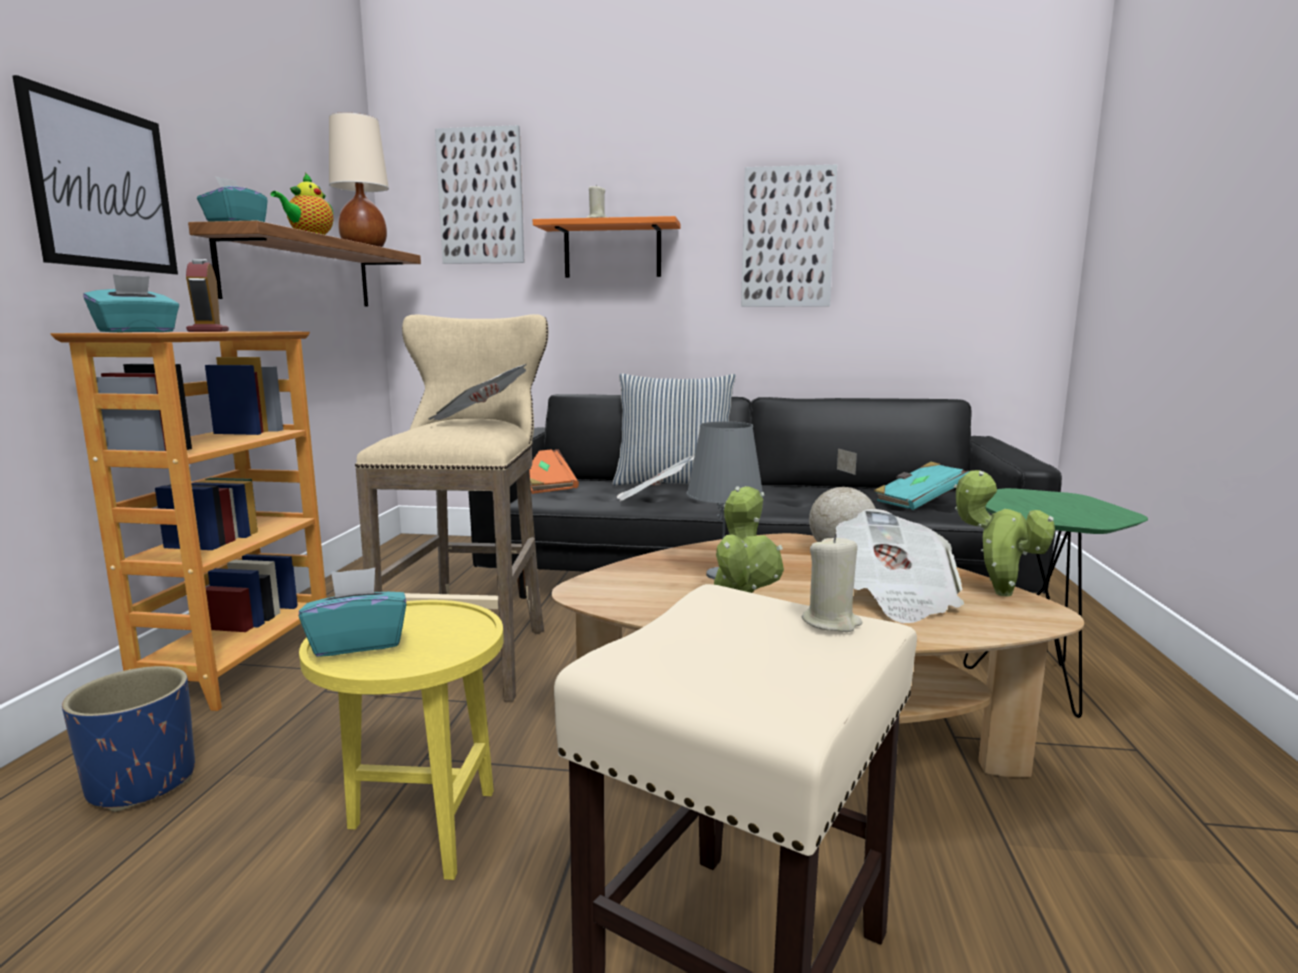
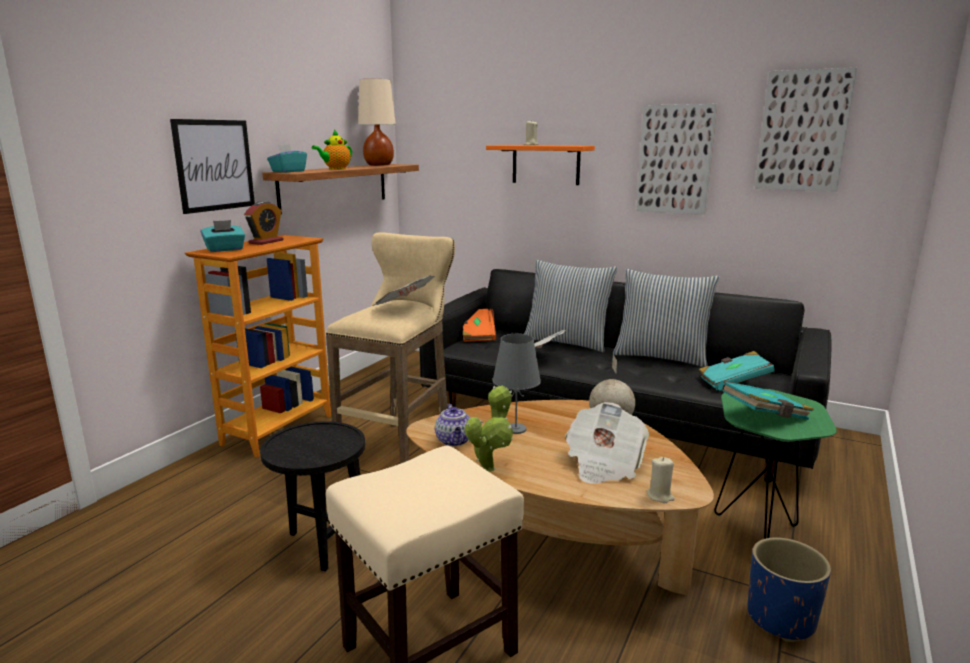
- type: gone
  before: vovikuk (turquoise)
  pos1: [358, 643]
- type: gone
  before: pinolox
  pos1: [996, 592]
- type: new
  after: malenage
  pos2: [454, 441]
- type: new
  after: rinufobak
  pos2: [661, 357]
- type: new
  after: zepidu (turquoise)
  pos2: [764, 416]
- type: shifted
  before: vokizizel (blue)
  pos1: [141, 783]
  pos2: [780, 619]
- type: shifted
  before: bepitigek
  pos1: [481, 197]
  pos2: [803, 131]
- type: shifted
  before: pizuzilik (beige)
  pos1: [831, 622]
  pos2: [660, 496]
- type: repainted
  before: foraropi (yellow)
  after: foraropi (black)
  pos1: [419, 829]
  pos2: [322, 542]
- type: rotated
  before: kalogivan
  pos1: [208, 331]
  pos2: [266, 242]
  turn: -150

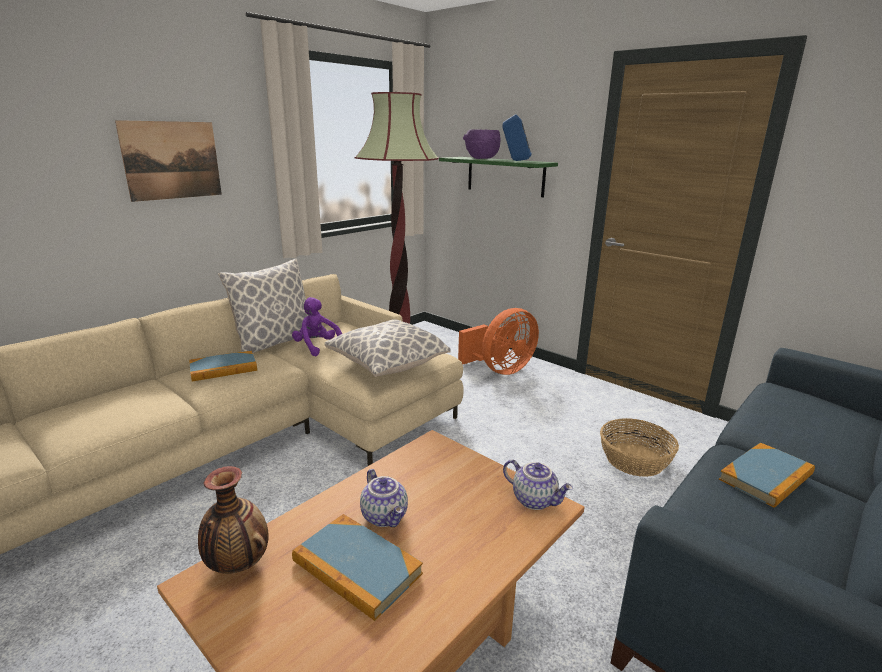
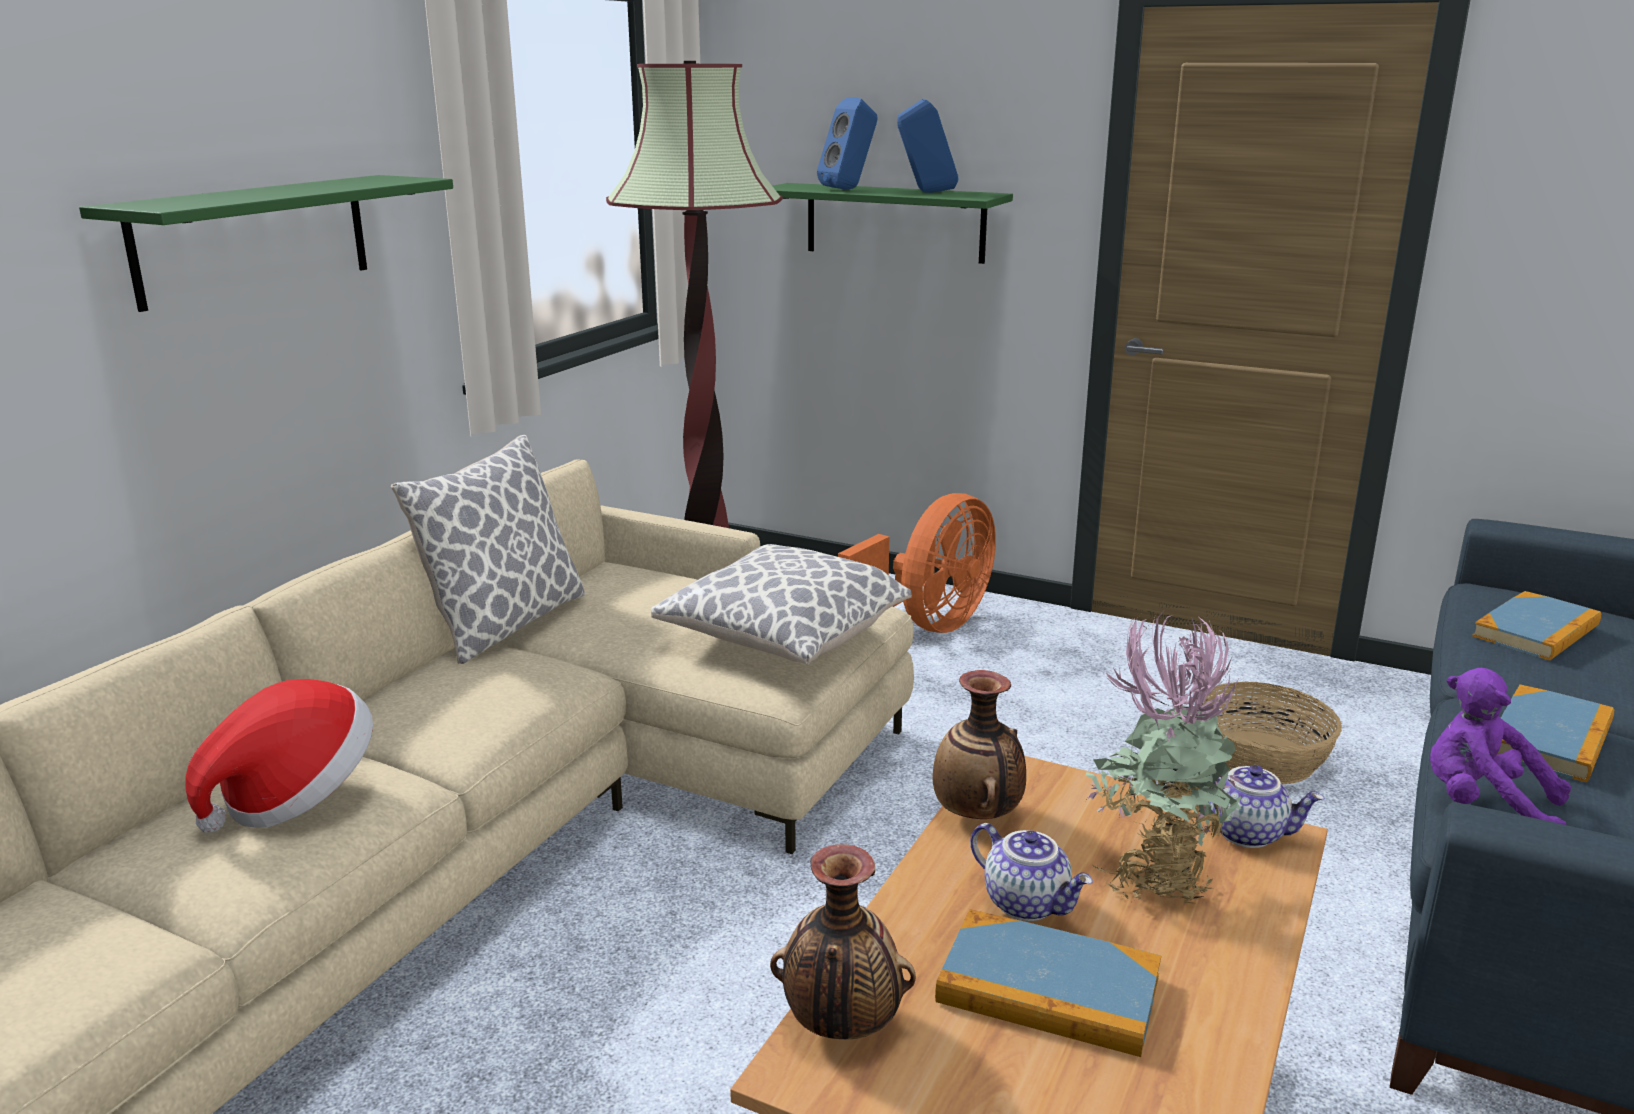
- type: new
  after: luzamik
  pos2: [296, 796]
- type: new
  after: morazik
  pos2: [978, 815]
- type: new
  after: pinolox
  pos2: [1154, 875]
- type: shifted
  before: zepidu
  pos1: [223, 368]
  pos2: [1536, 631]
- type: shifted
  before: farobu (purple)
  pos1: [317, 347]
  pos2: [1483, 807]
- type: swapped
  before: bepitigek
  after: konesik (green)
  pos1: [172, 160]
  pos2: [254, 239]
- type: swapped
  before: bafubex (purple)
  after: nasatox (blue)
  pos1: [482, 158]
  pos2: [849, 189]

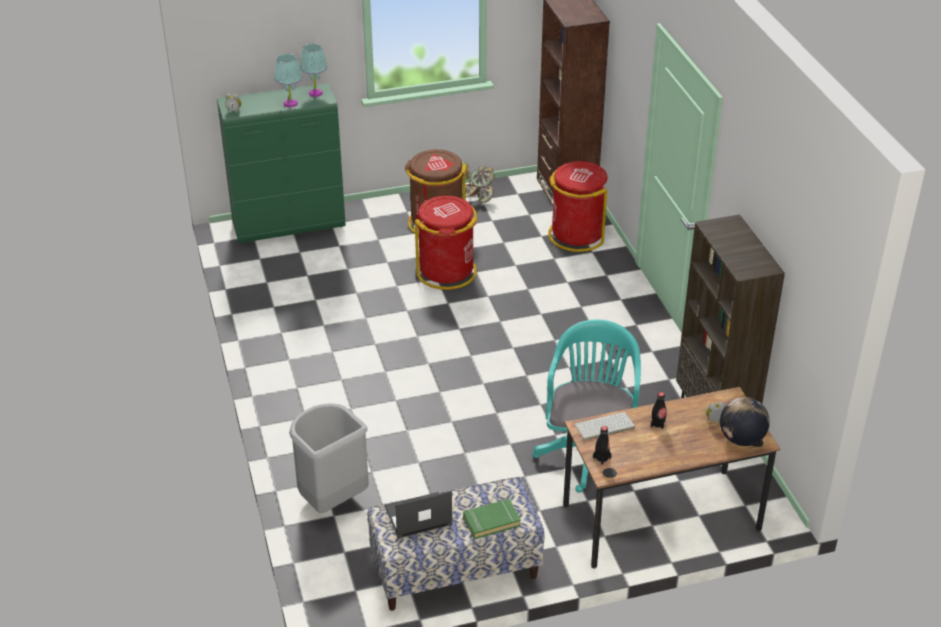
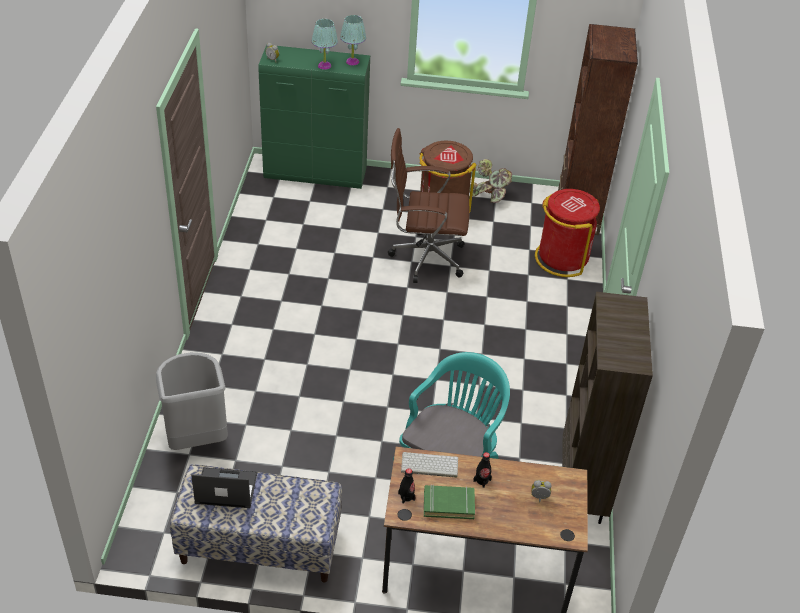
- type: gone
  before: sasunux
  pos1: [741, 439]
- type: shifted
  before: zepidu (green)
  pos1: [491, 521]
  pos2: [448, 504]
- type: swapped
  before: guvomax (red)
  after: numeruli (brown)
  pos1: [447, 272]
  pos2: [424, 258]

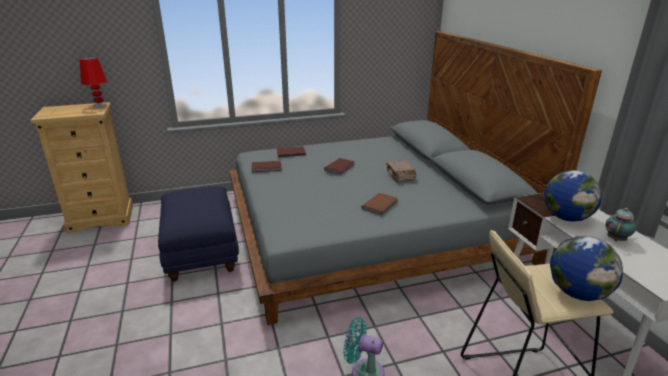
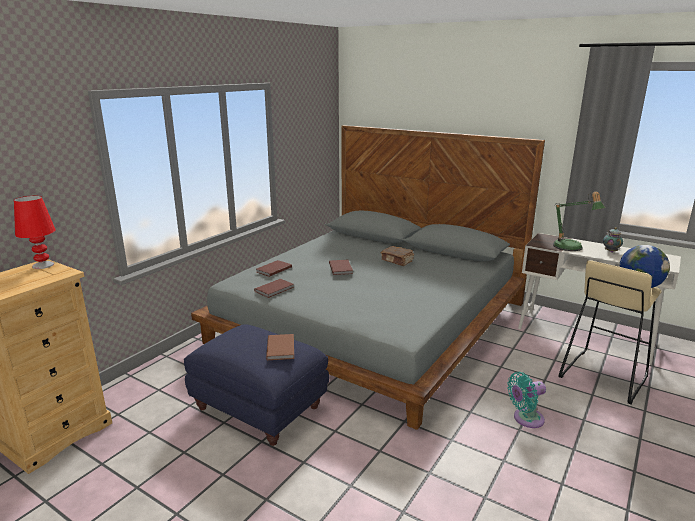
- type: shifted
  before: zepidu (brown)
  pos1: [380, 205]
  pos2: [281, 348]
- type: swapped
  before: sasunux
  after: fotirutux
  pos1: [566, 218]
  pos2: [571, 248]

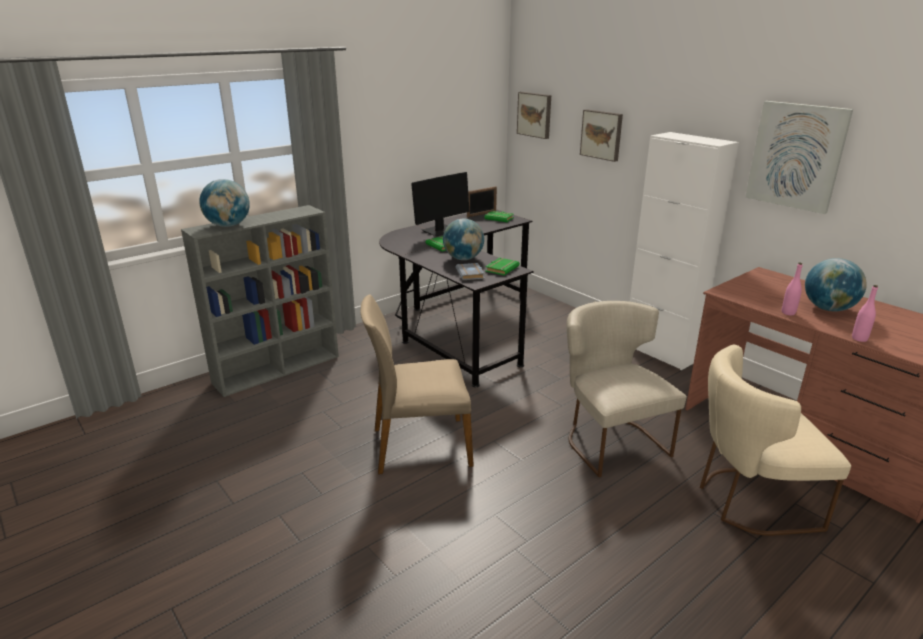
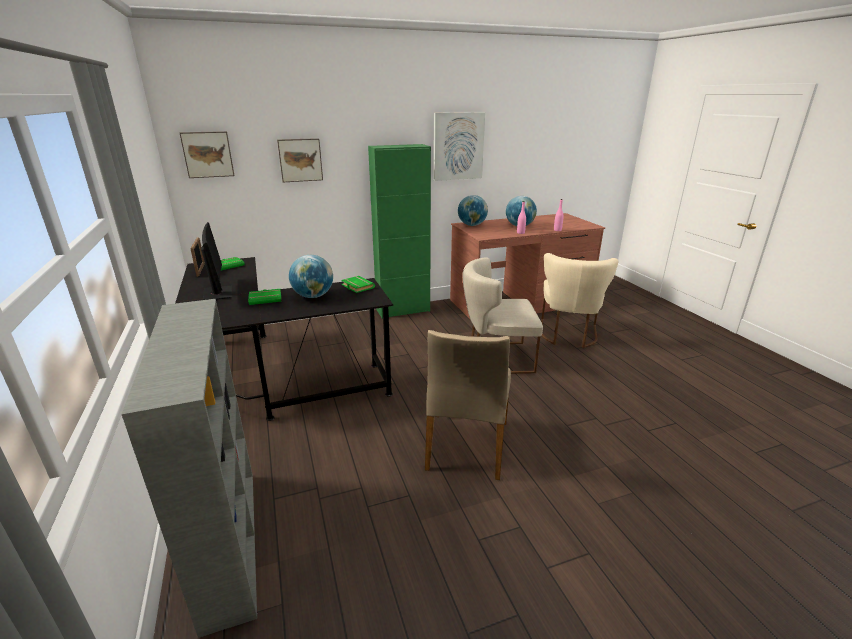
- type: gone
  before: zepidu (grey)
  pos1: [471, 274]
- type: shifted
  before: sasunux
  pos1: [228, 226]
  pos2: [472, 225]
- type: repainted
  before: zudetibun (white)
  after: zudetibun (green)
  pos1: [660, 352]
  pos2: [403, 310]

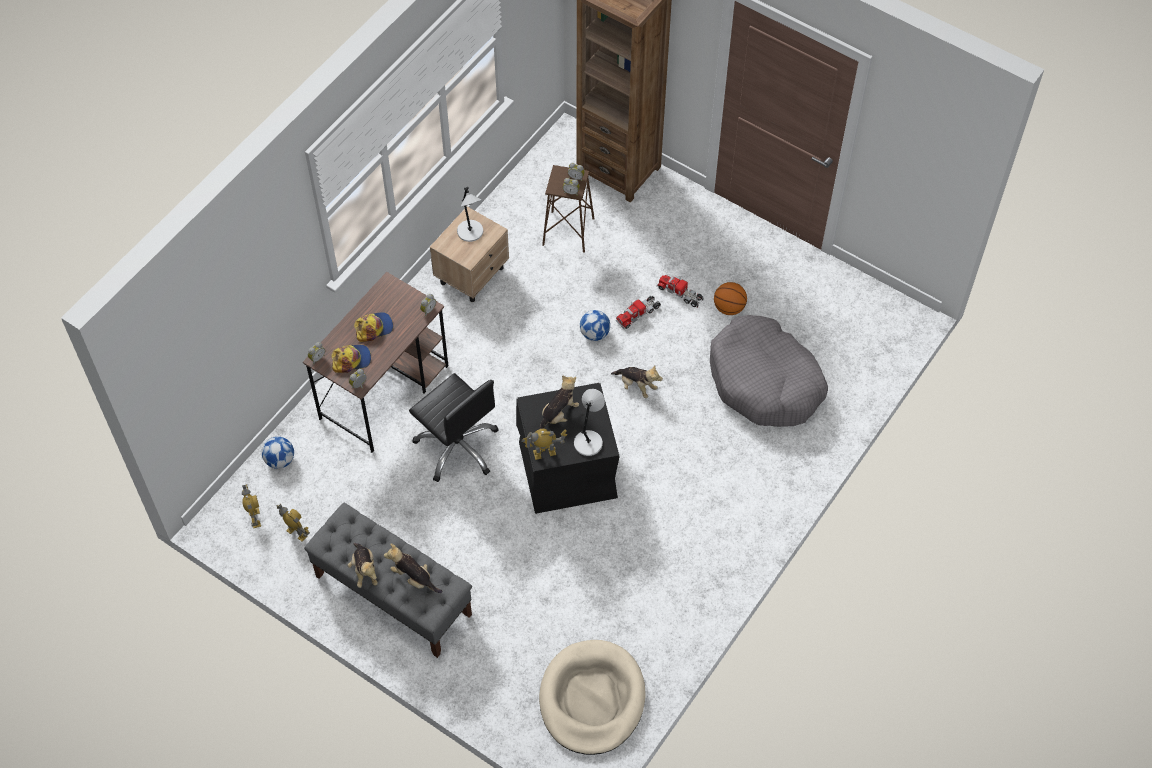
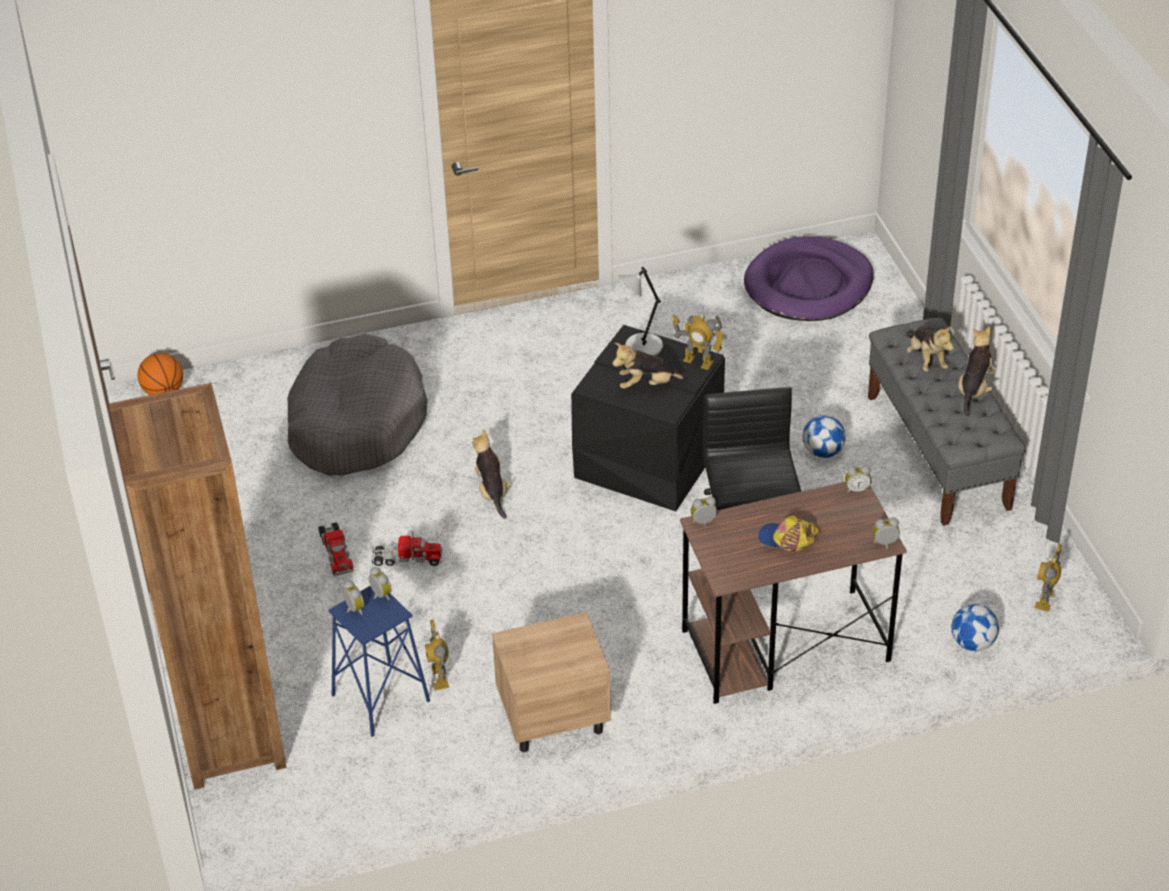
- type: gone
  before: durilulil
  pos1: [351, 360]
- type: gone
  before: fotirutux (grey)
  pos1: [471, 232]
- type: shifted
  before: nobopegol
  pos1: [297, 533]
  pos2: [439, 678]
- type: shifted
  before: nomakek
  pos1: [594, 334]
  pos2: [823, 452]
- type: shifted
  before: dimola
  pos1: [729, 308]
  pos2: [163, 392]
- type: repainted
  before: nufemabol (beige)
  after: nufemabol (purple)
  pos1: [592, 699]
  pos2: [808, 285]
- type: repainted
  before: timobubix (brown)
  after: timobubix (blue)
  pos1: [568, 232]
  pos2: [380, 698]

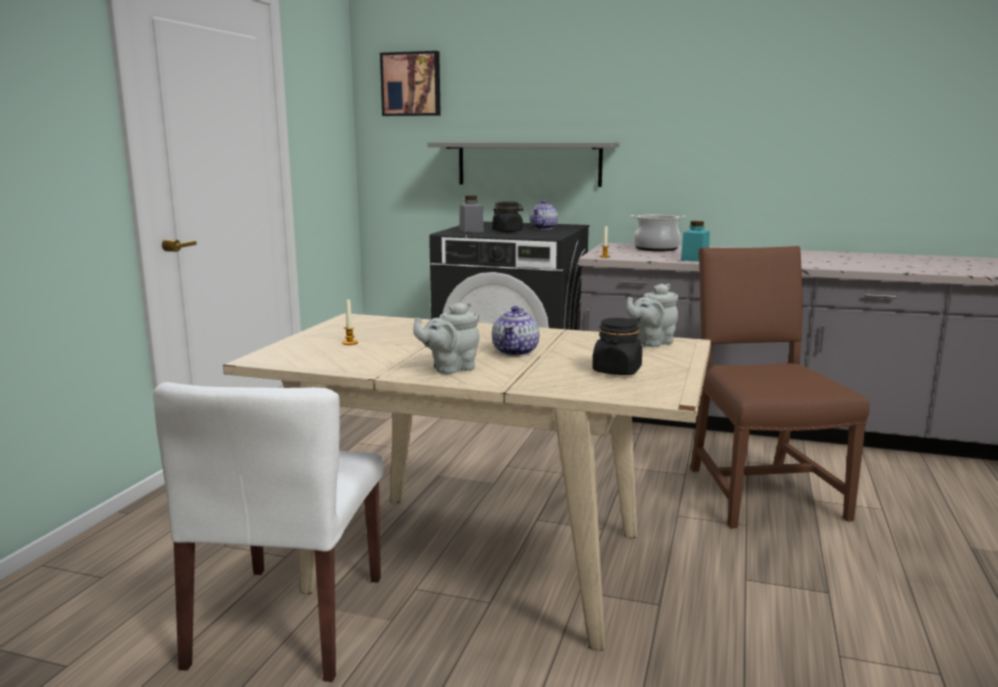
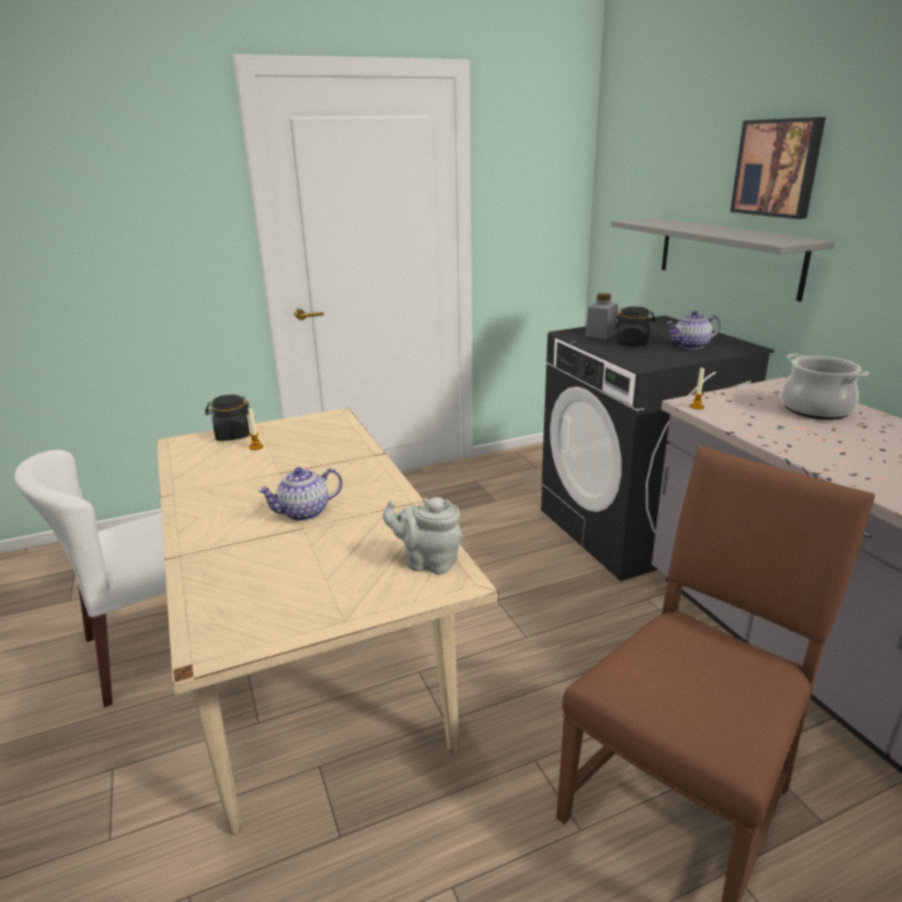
- type: gone
  before: malenage (grey)
  pos1: [450, 369]
- type: gone
  before: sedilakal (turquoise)
  pos1: [694, 259]
- type: shifted
  before: bepitigek
  pos1: [411, 84]
  pos2: [778, 168]
- type: shifted
  before: sedilakal (black)
  pos1: [617, 371]
  pos2: [232, 435]

